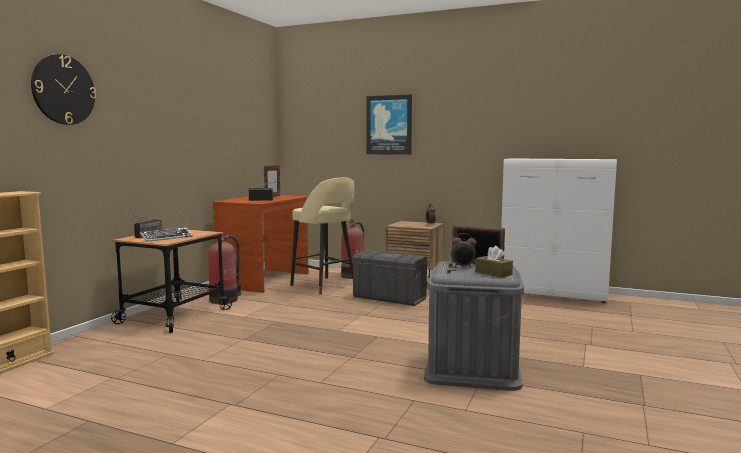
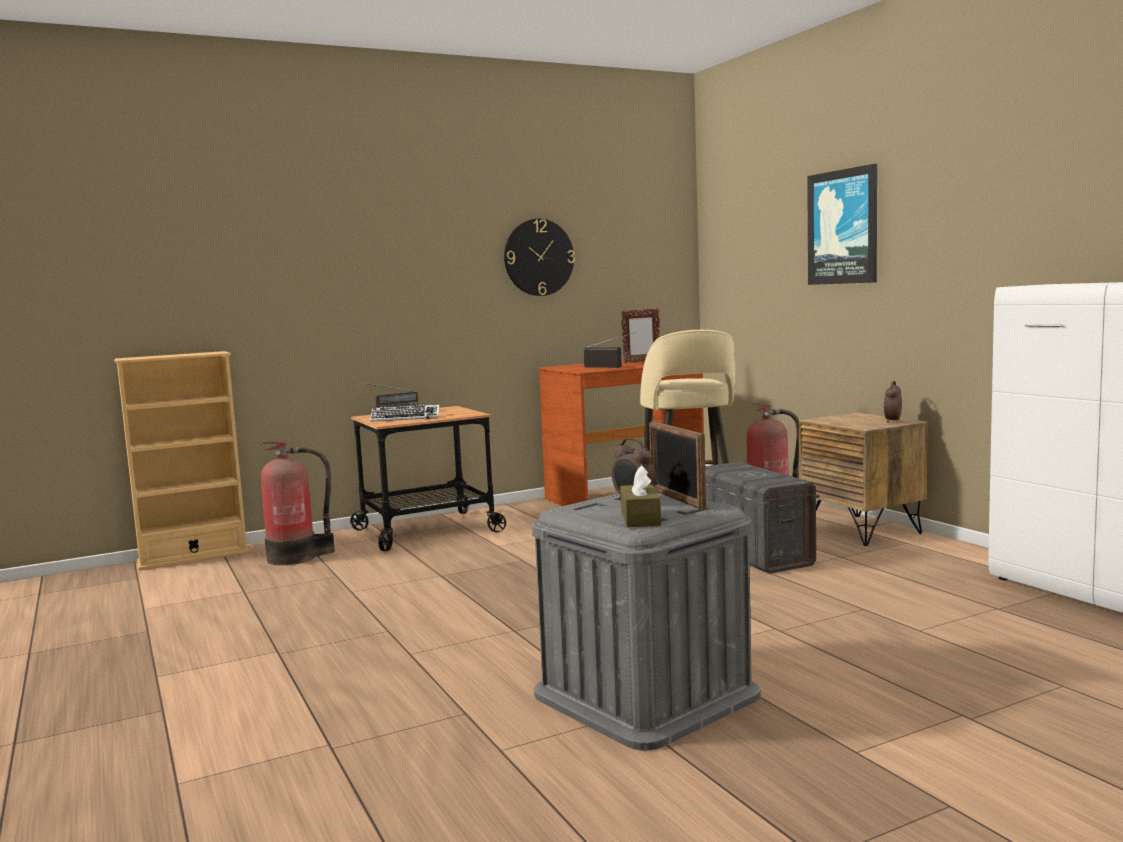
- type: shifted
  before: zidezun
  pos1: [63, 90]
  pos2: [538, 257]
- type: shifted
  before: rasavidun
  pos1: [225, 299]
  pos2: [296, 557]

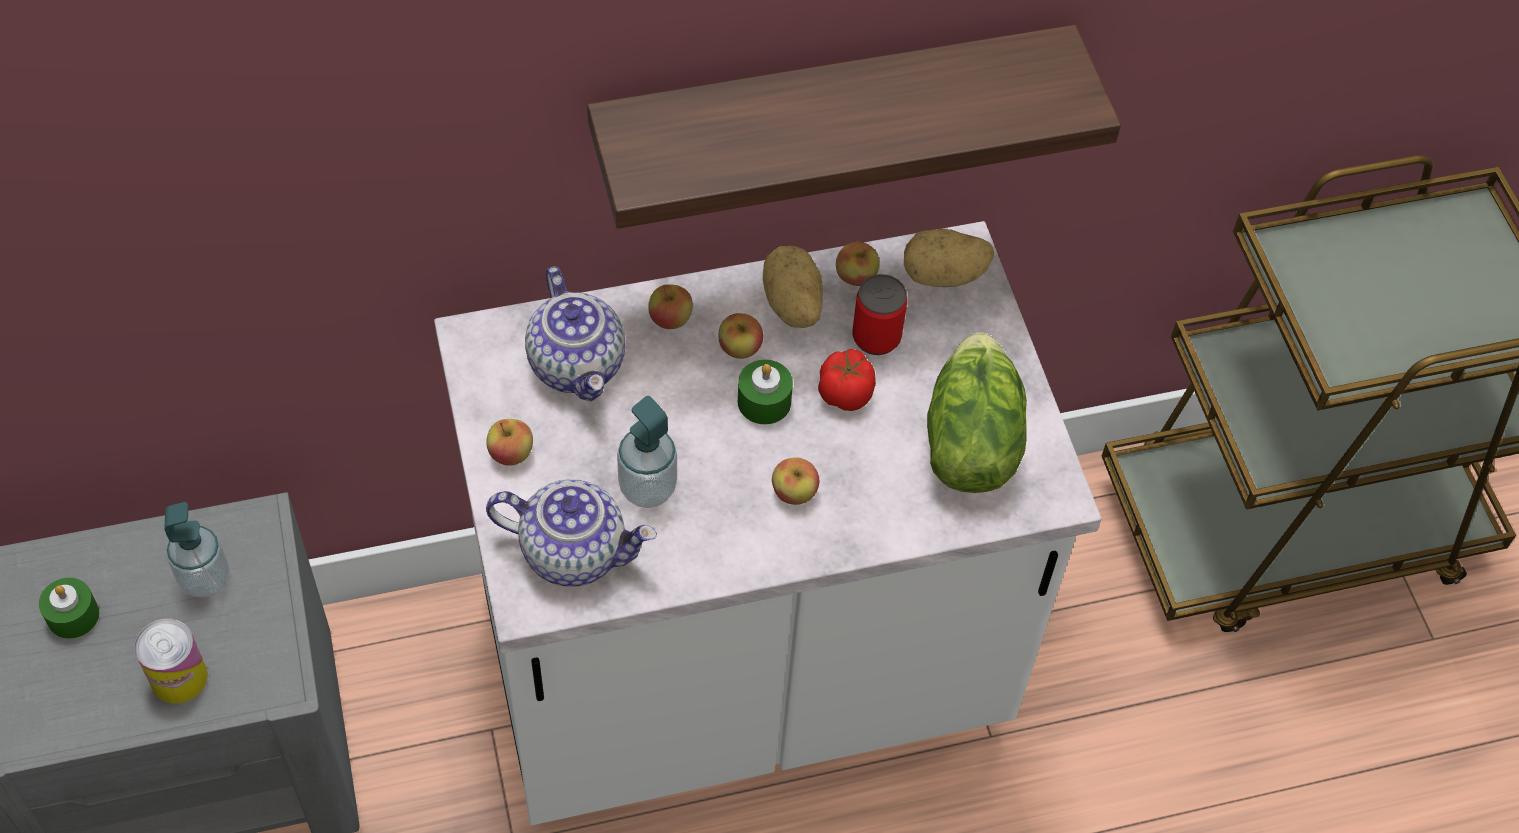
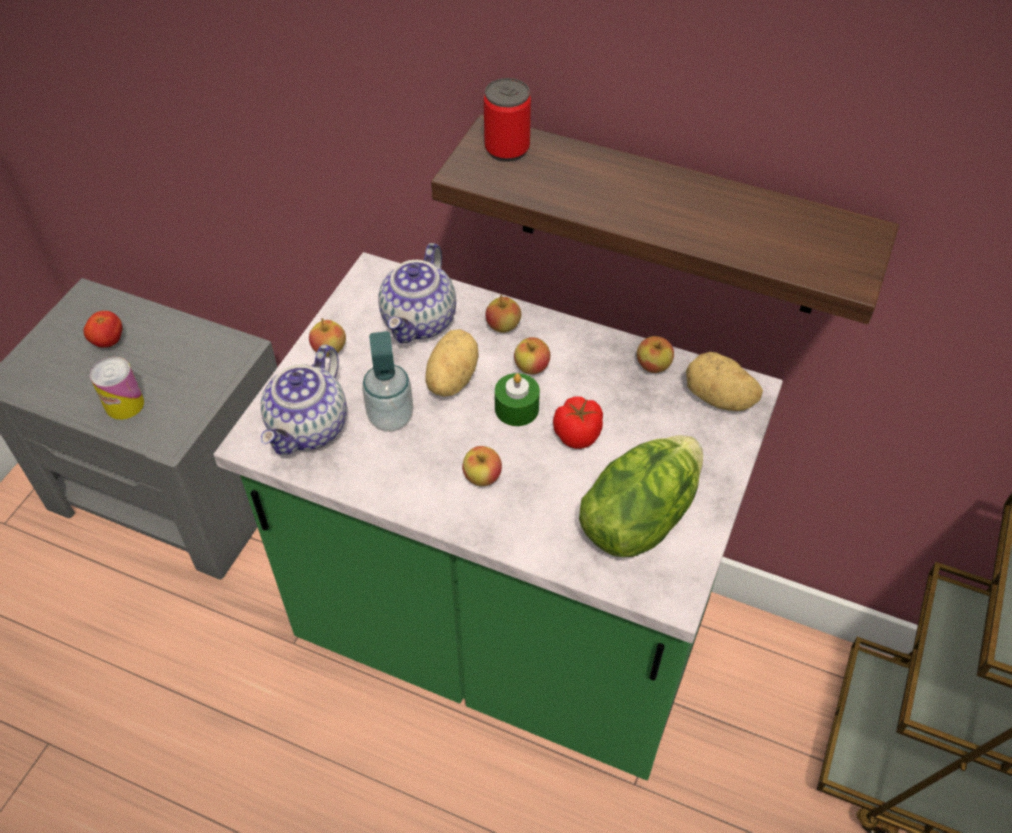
- type: gone
  before: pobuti
  pos1: [205, 579]
- type: shifted
  before: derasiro
  pos1: [791, 305]
  pos2: [450, 379]
- type: shifted
  before: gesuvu
  pos1: [876, 337]
  pos2: [507, 149]
- type: swapped
  before: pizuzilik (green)
  after: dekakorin
  pos1: [73, 616]
  pos2: [108, 341]
- type: repainted
  before: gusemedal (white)
  after: gusemedal (green)
  pos1: [743, 675]
  pos2: [505, 635]
- type: rotated
  before: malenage
  pos1: [575, 551]
  pos2: [309, 428]
  turn: 60

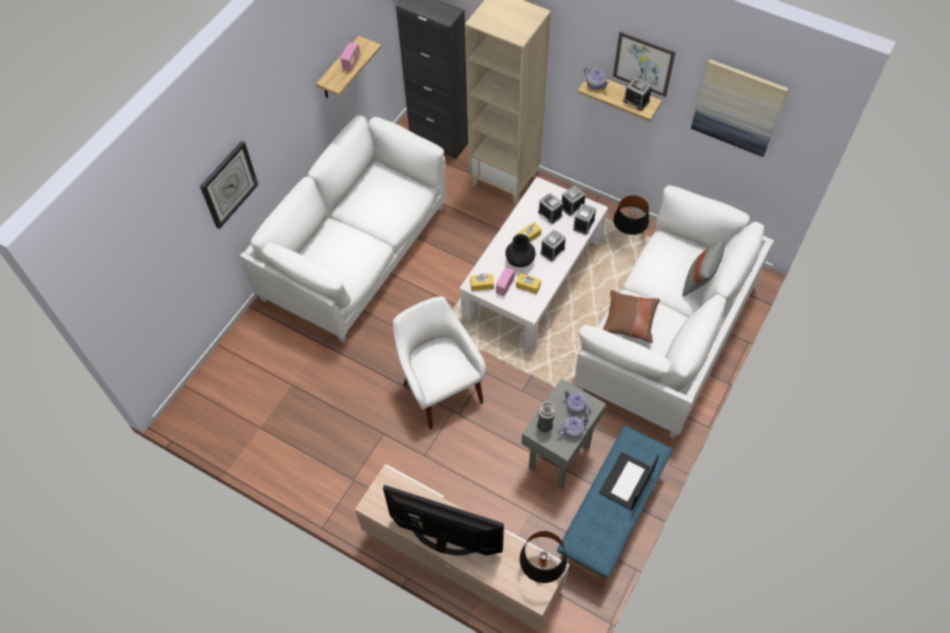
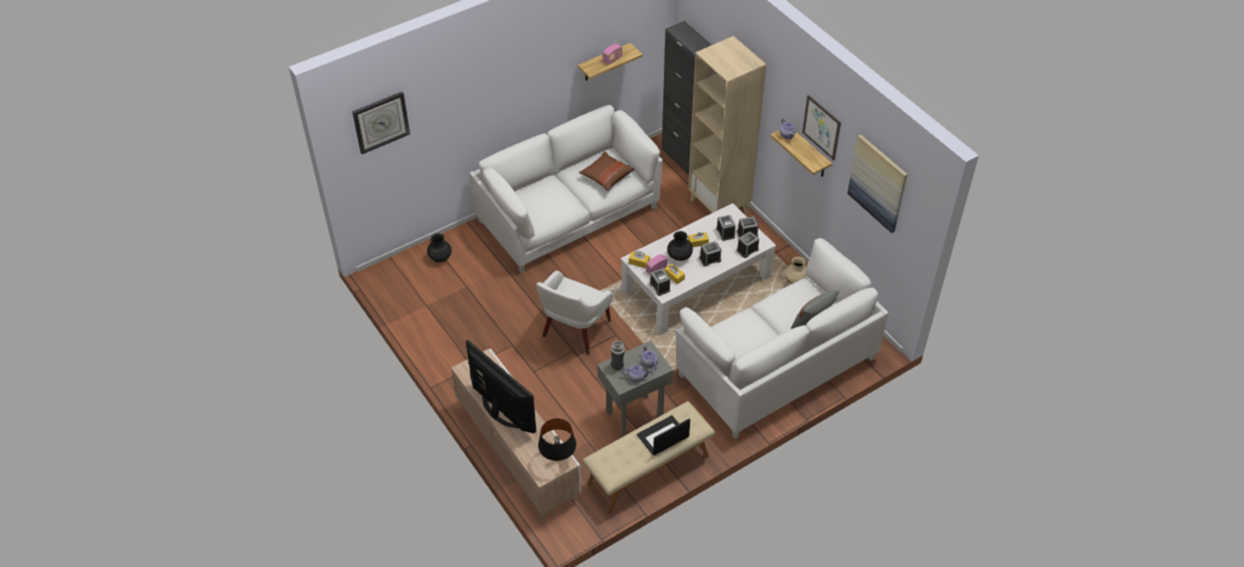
- type: new
  after: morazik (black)
  pos2: [440, 258]
- type: shifted
  before: zidezun
  pos1: [228, 184]
  pos2: [381, 122]
- type: shifted
  before: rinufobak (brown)
  pos1: [629, 321]
  pos2: [606, 177]
- type: shifted
  before: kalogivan
  pos1: [636, 101]
  pos2: [660, 287]
- type: swapped
  before: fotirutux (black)
  after: morazik (beige)
  pos1: [628, 234]
  pos2: [795, 281]
- type: repainted
  before: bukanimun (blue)
  after: bukanimun (beige)
  pos1: [611, 516]
  pos2: [649, 471]
- type: rotated
  before: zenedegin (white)
  pos1: [440, 388]
  pos2: [574, 332]
  turn: -150

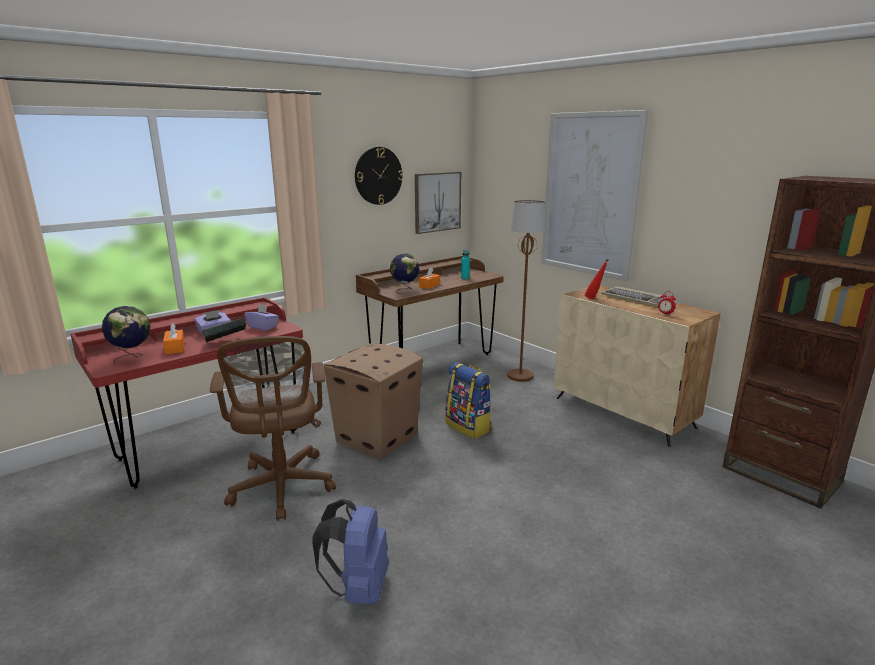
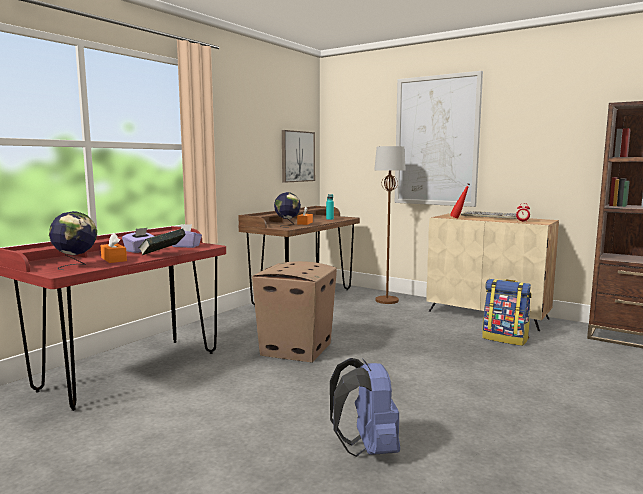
- type: gone
  before: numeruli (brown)
  pos1: [282, 489]
- type: gone
  before: zidezun
  pos1: [378, 176]
- type: shifted
  before: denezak
  pos1: [469, 427]
  pos2: [505, 339]

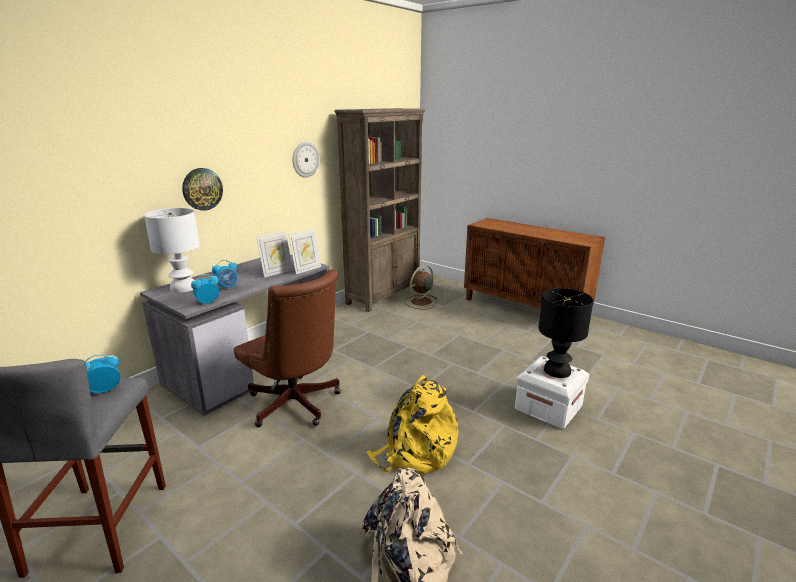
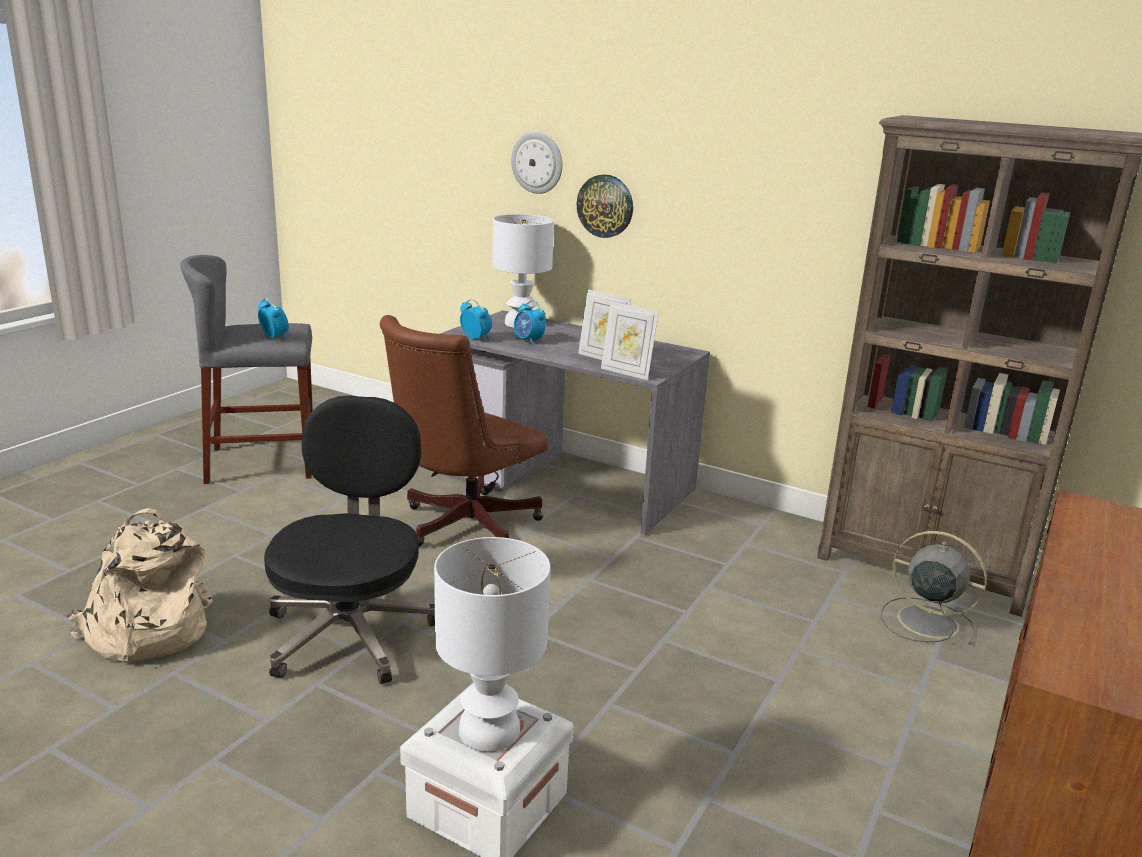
- type: shifted
  before: zidezun
  pos1: [305, 159]
  pos2: [537, 162]
- type: swapped
  before: denezak (yellow)
  after: numeruli (black)
  pos1: [416, 452]
  pos2: [351, 632]
- type: repainted
  before: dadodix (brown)
  after: dadodix (grey)
  pos1: [420, 302]
  pos2: [924, 621]
- type: repainted
  before: fotirutux (black)
  after: fotirutux (white)
  pos1: [556, 370]
  pos2: [490, 729]

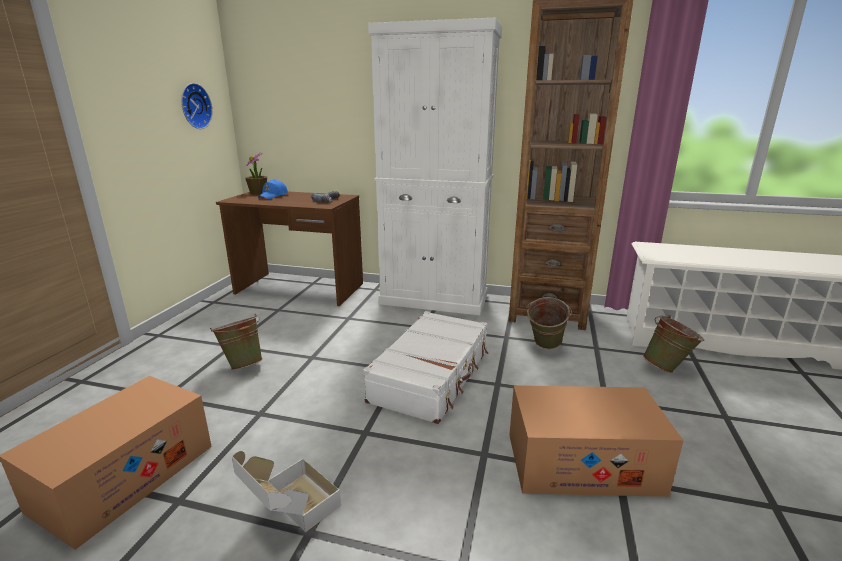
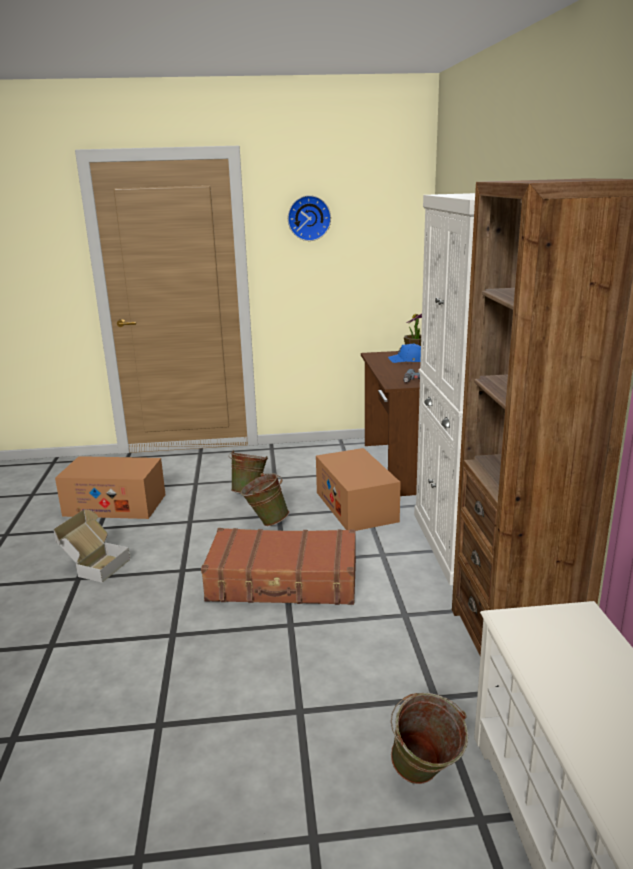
- type: shifted
  before: zidezun
  pos1: [194, 106]
  pos2: [309, 218]
- type: shifted
  before: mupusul
  pos1: [582, 463]
  pos2: [356, 506]
- type: shifted
  before: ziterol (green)
  pos1: [544, 347]
  pos2: [265, 522]
- type: repainted
  before: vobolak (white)
  after: vobolak (brown)
  pos1: [432, 376]
  pos2: [283, 582]

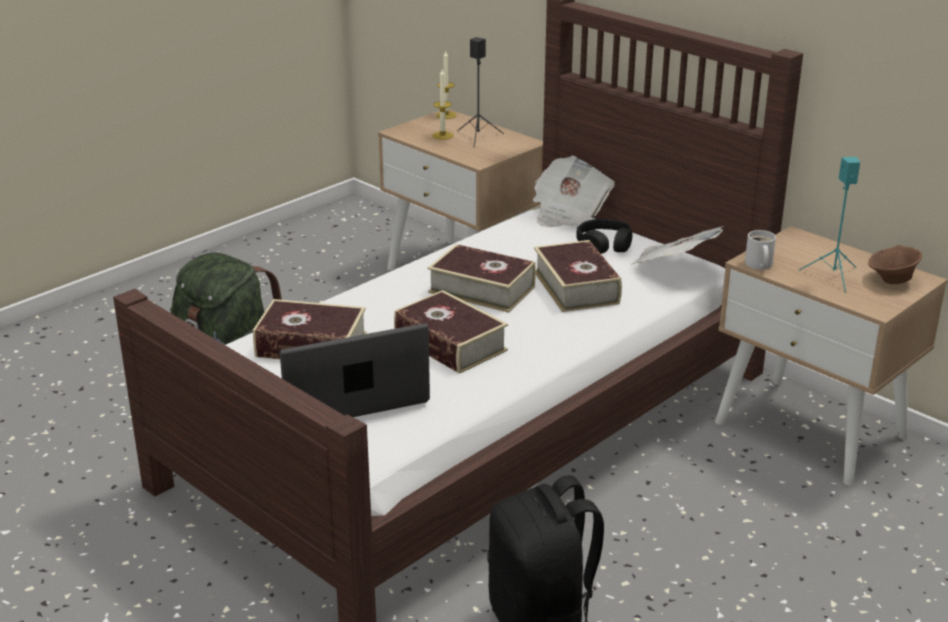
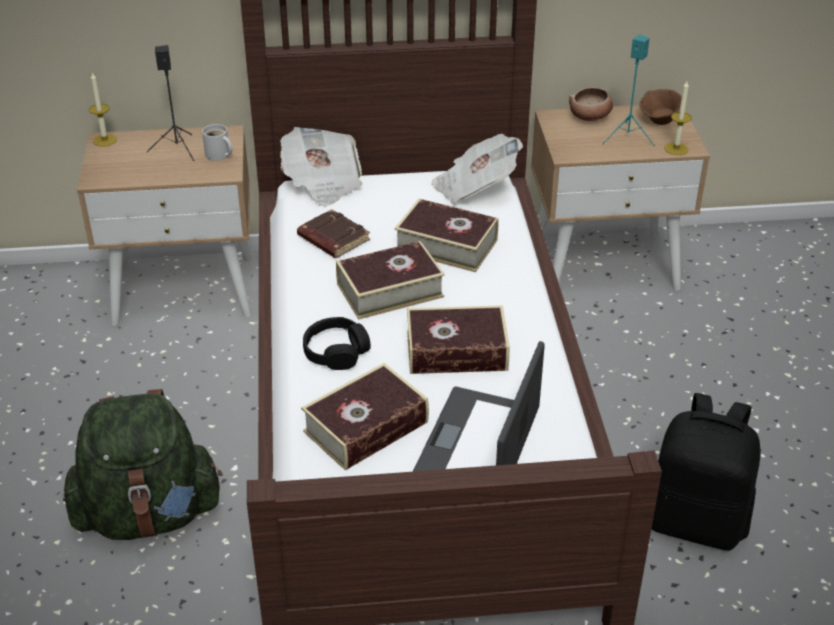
- type: new
  after: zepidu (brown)
  pos2: [332, 239]
- type: new
  after: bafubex
  pos2: [590, 117]
- type: shifted
  before: pizuzilik
  pos1: [442, 135]
  pos2: [676, 149]
- type: shifted
  before: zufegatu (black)
  pos1: [604, 245]
  pos2: [336, 352]
- type: shifted
  before: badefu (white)
  pos1: [758, 265]
  pos2: [218, 155]

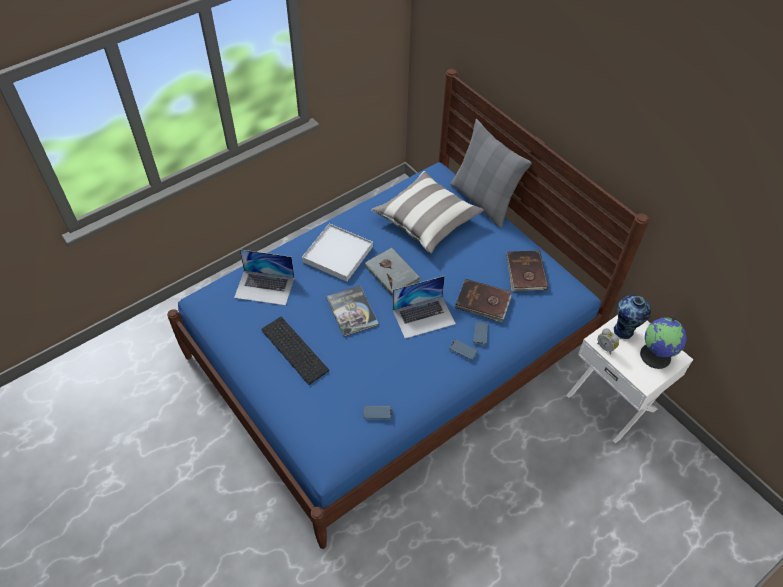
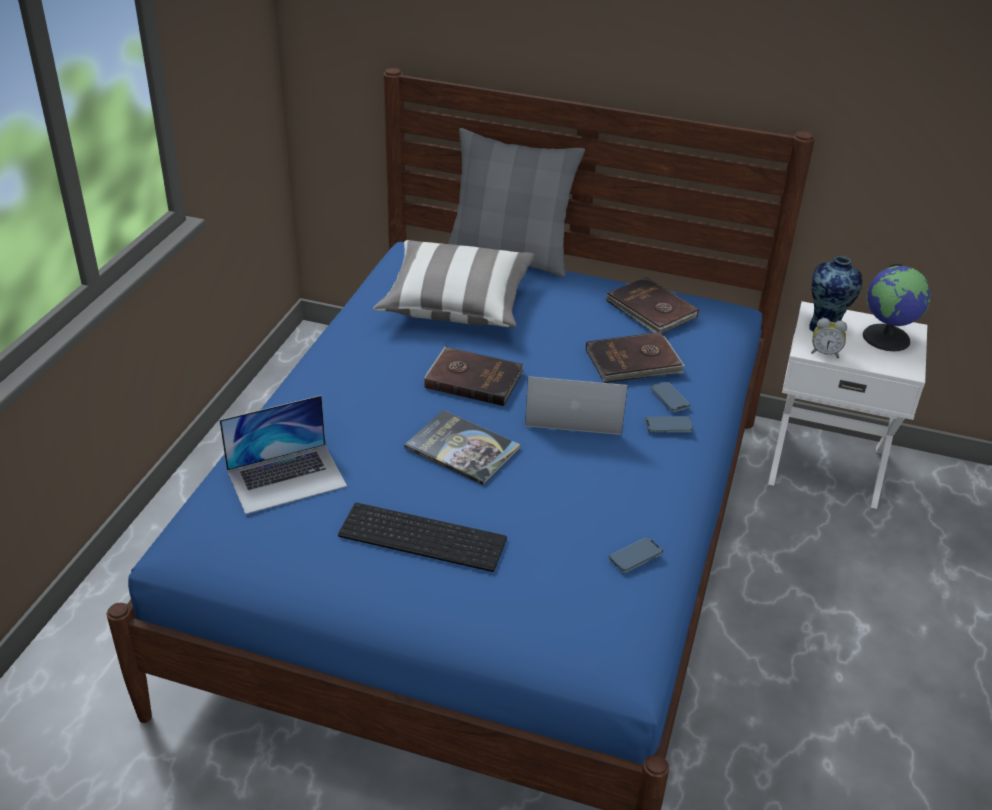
- type: gone
  before: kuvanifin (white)
  pos1: [337, 254]
- type: repainted
  before: zepidu (grey)
  after: zepidu (brown)
  pos1: [392, 273]
  pos2: [473, 379]
- type: rotated
  before: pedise
  pos1: [424, 317]
  pos2: [574, 411]
  turn: -120

